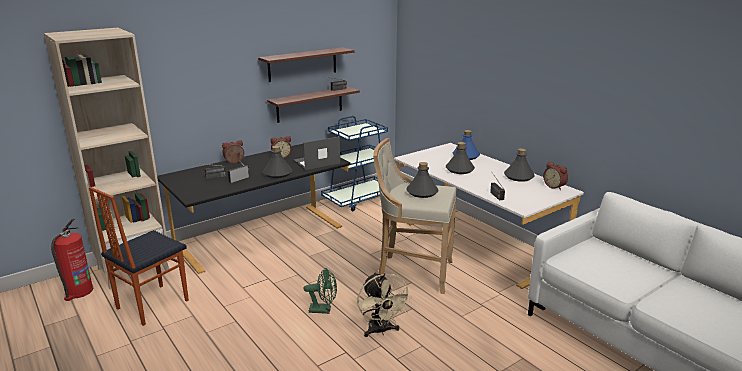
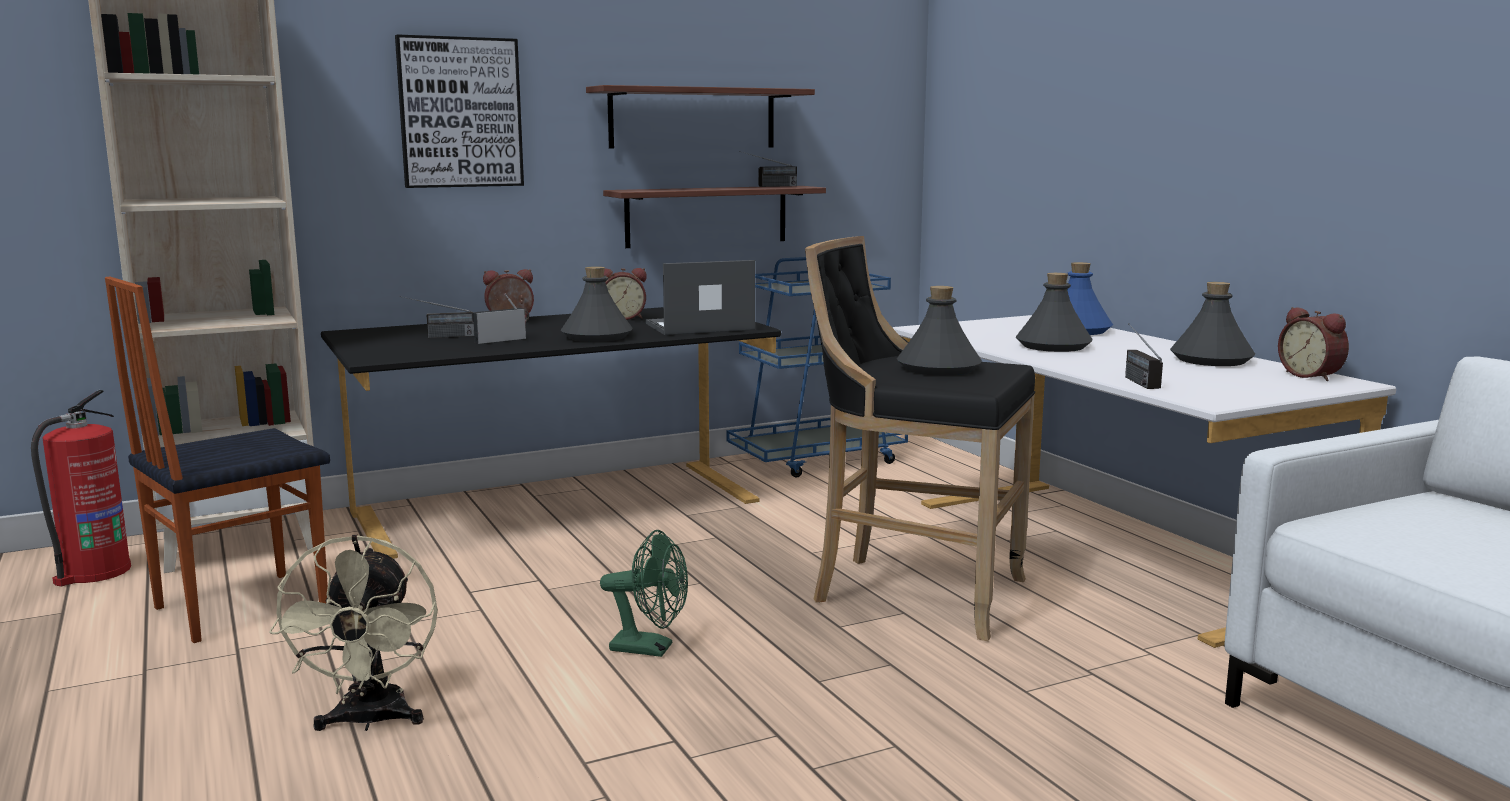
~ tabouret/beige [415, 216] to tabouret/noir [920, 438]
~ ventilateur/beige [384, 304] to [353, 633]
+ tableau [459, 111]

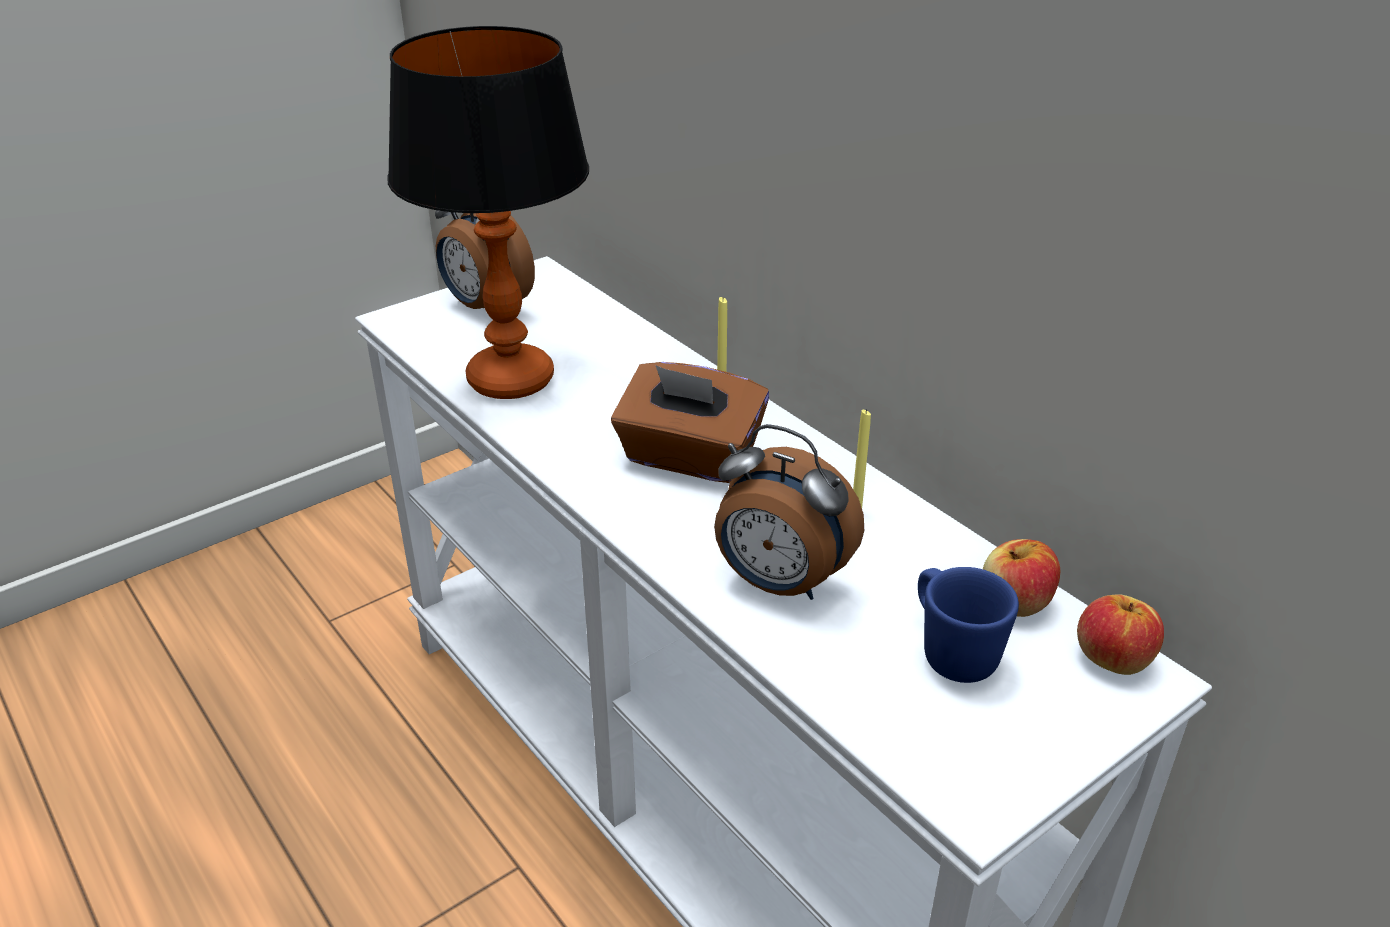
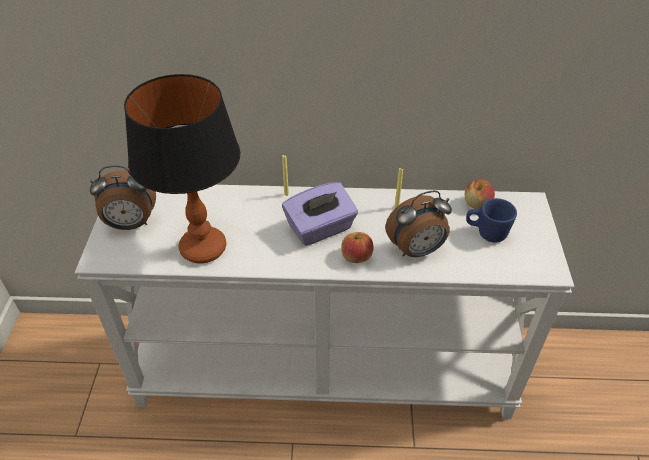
~ boîte à mouchoirs/marron [690, 422] to boîte à mouchoirs/violet [320, 214]
~ pomme [1120, 634] to [357, 247]

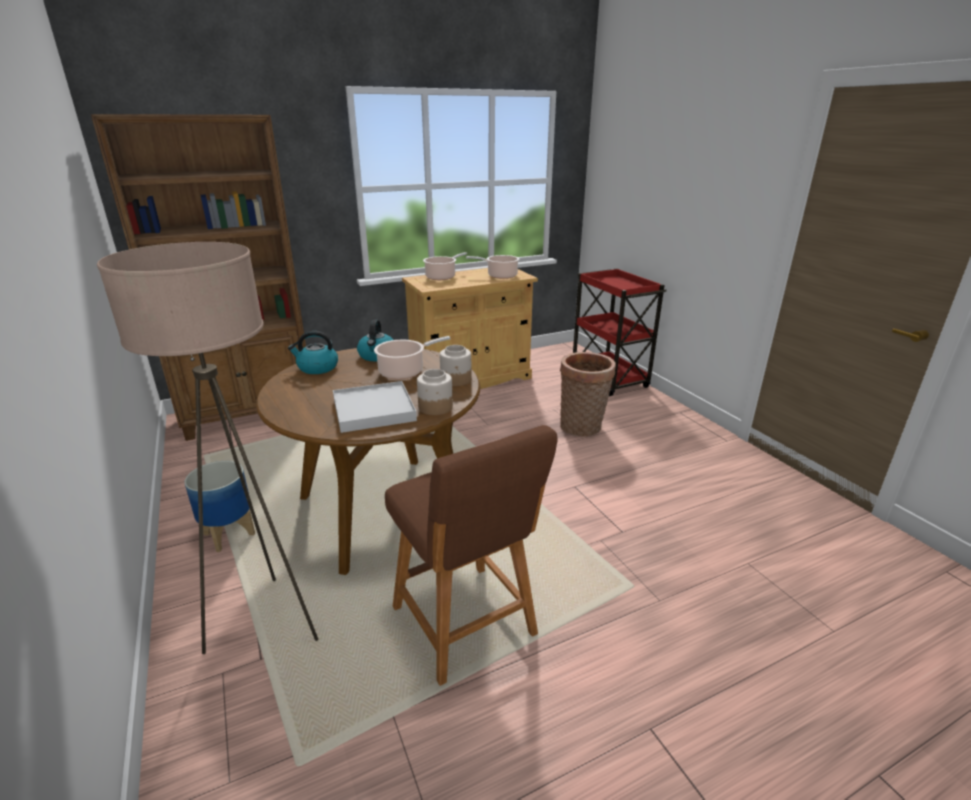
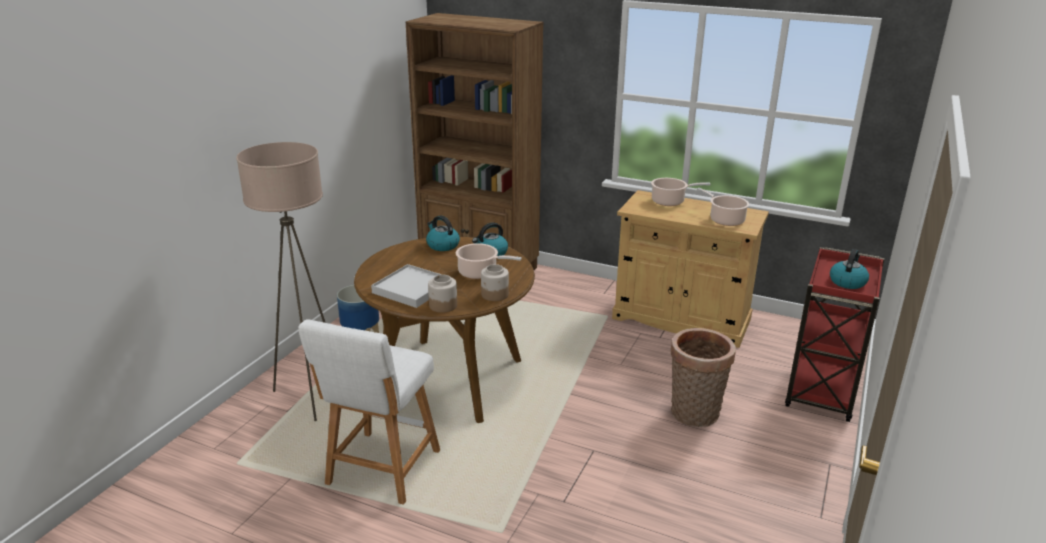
~ tabouret/marron [471, 555] to tabouret/blanc [369, 412]
+ bouilloire [849, 269]

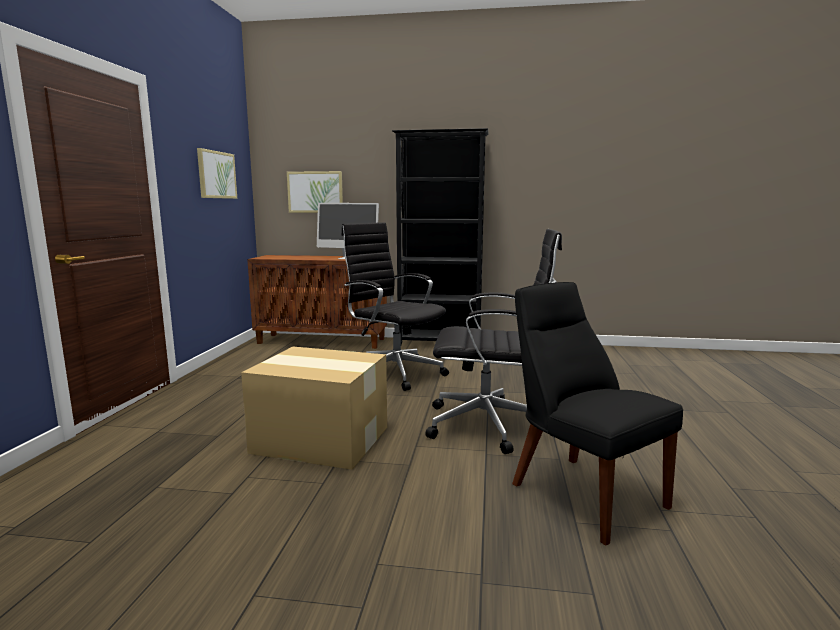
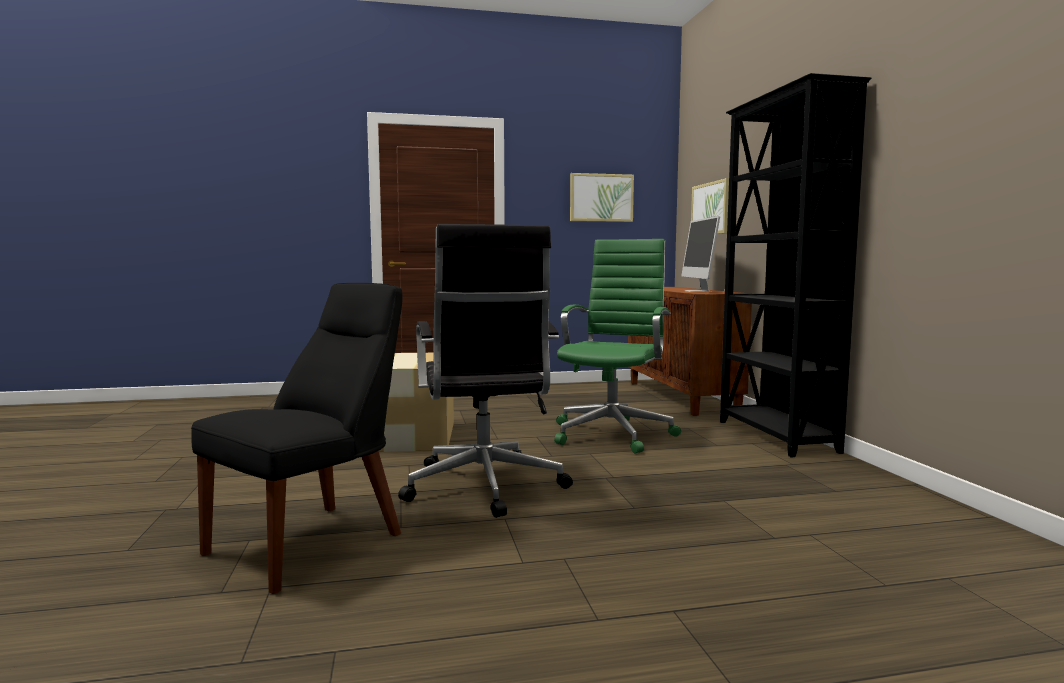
~ chaise de bureau/noir [395, 306] to chaise de bureau/vert [617, 346]

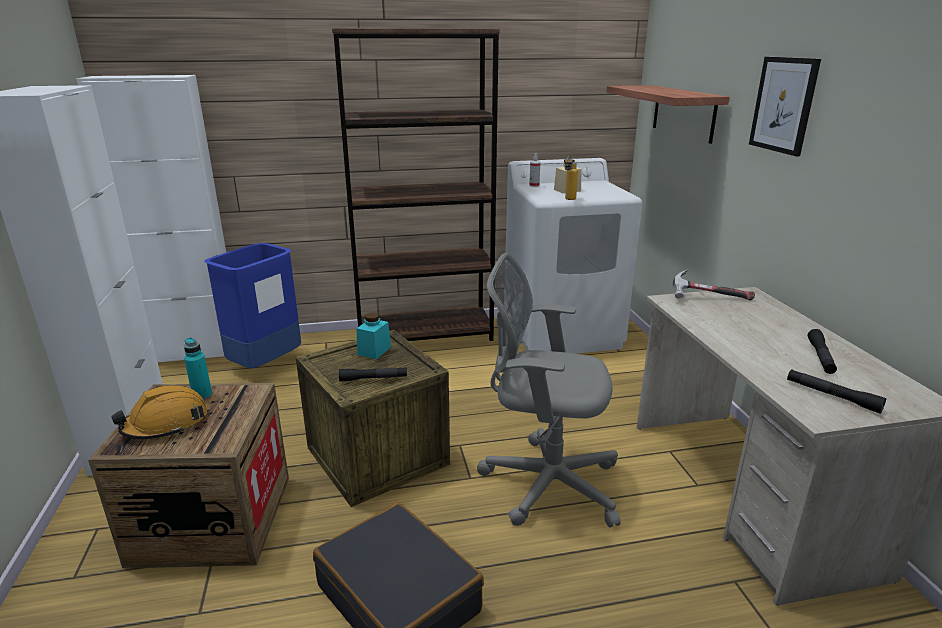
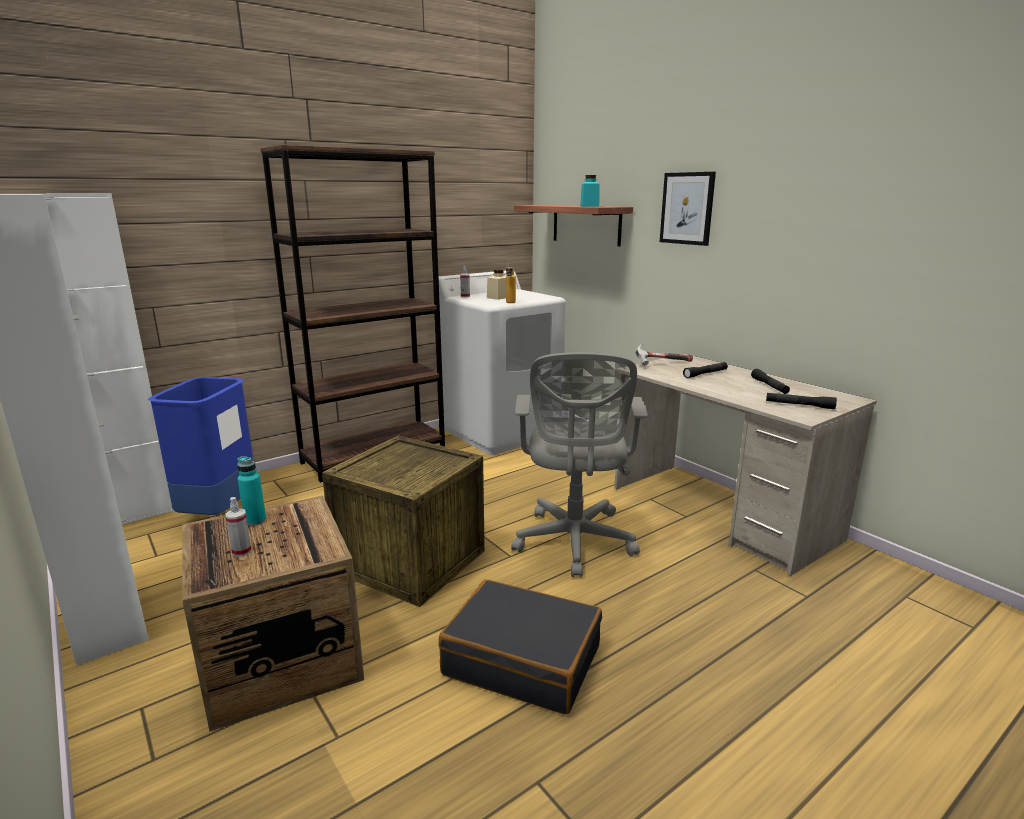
~ chaise de bureau/gris [549, 390] = [579, 465] 75 degrees counterclockwise
~ bocal/turquoise [374, 336] to [590, 191]
~ lampe de poche/noir [373, 374] to [705, 370]
~ casque de chantier/orange [159, 412] to vaporisateur [239, 527]

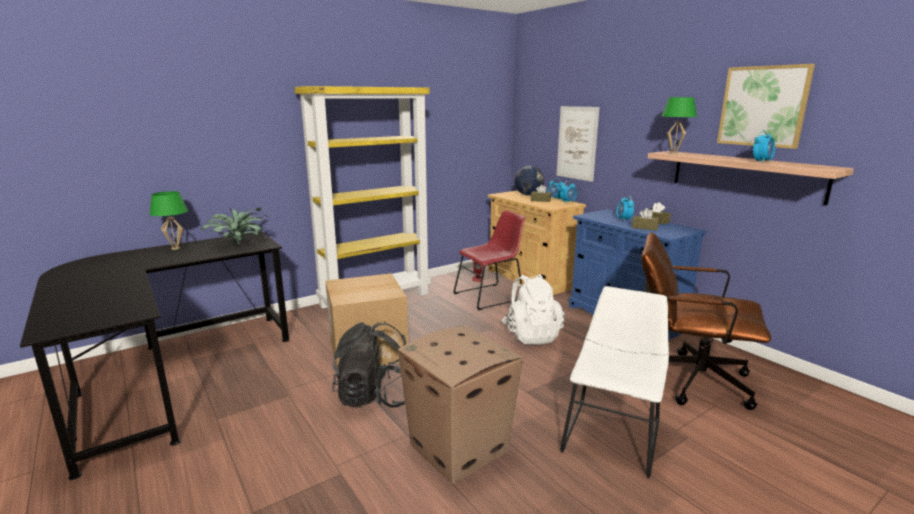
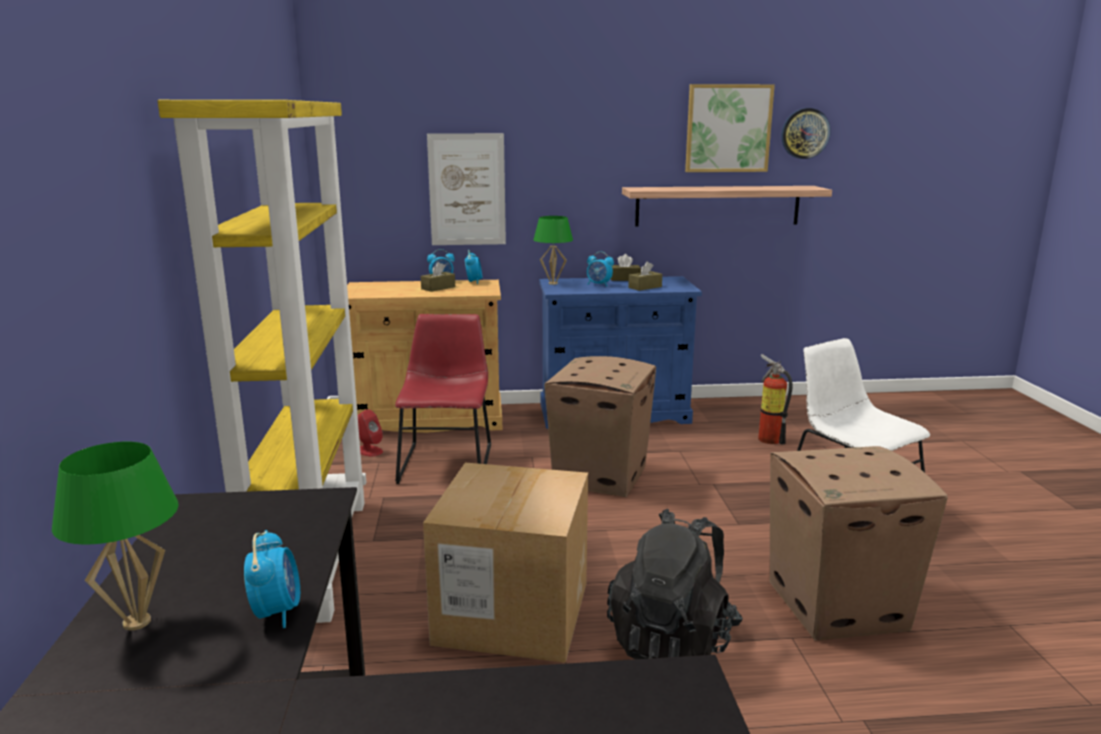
~ lampe de table/vert [679, 125] to [553, 250]
~ réveil [764, 146] to [272, 579]
- globe [529, 181]
- plante en pot [234, 226]
~ chaise de bureau/marron [706, 321] to extincteur [775, 399]
~ sac à dos/blanc [533, 309] to carton [600, 426]
+ horloge murale [806, 133]

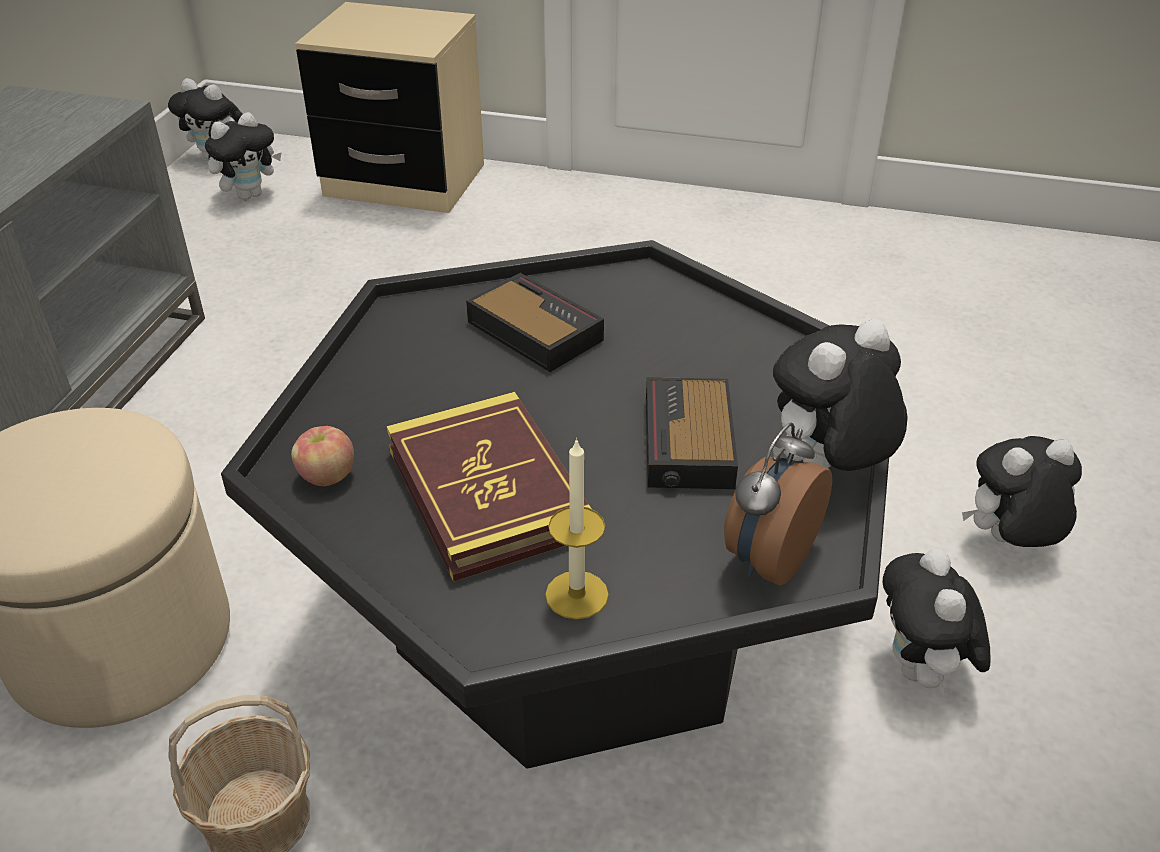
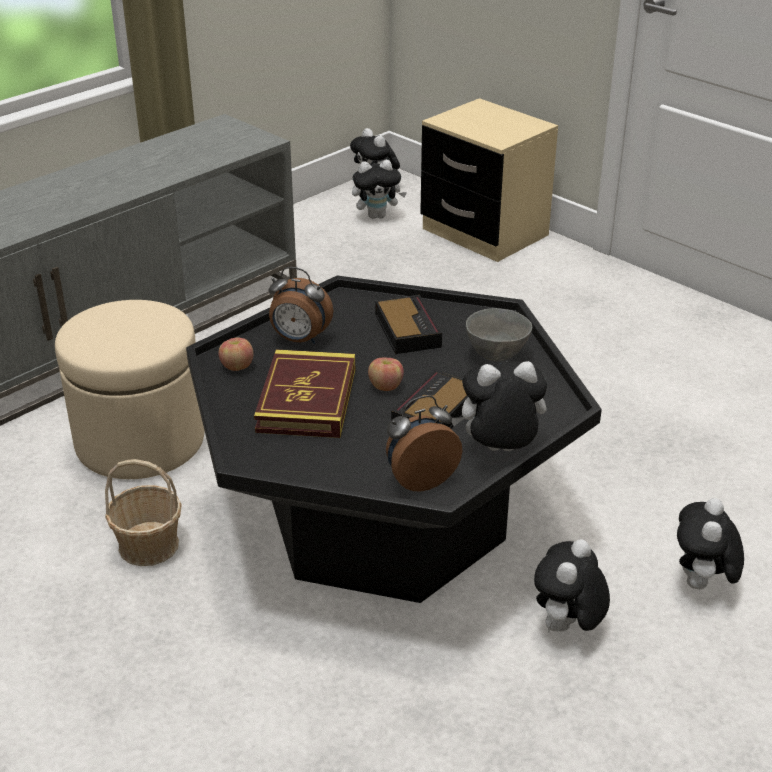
~ peluche [1022, 491] = [710, 543] 90 degrees counterclockwise
- bougie [577, 528]
+ réveil [300, 305]
+ bol/gris [499, 334]
+ pomme [386, 374]

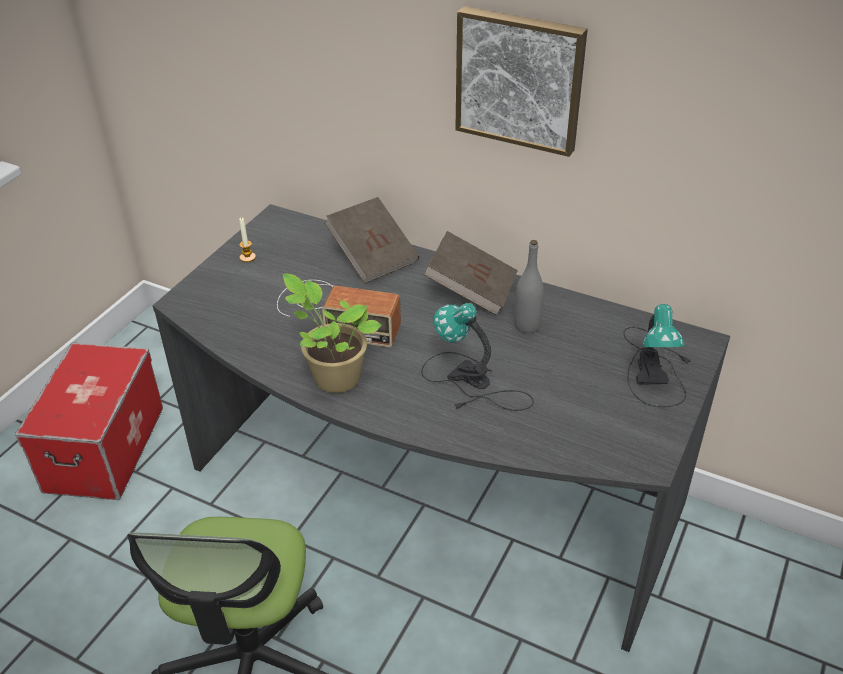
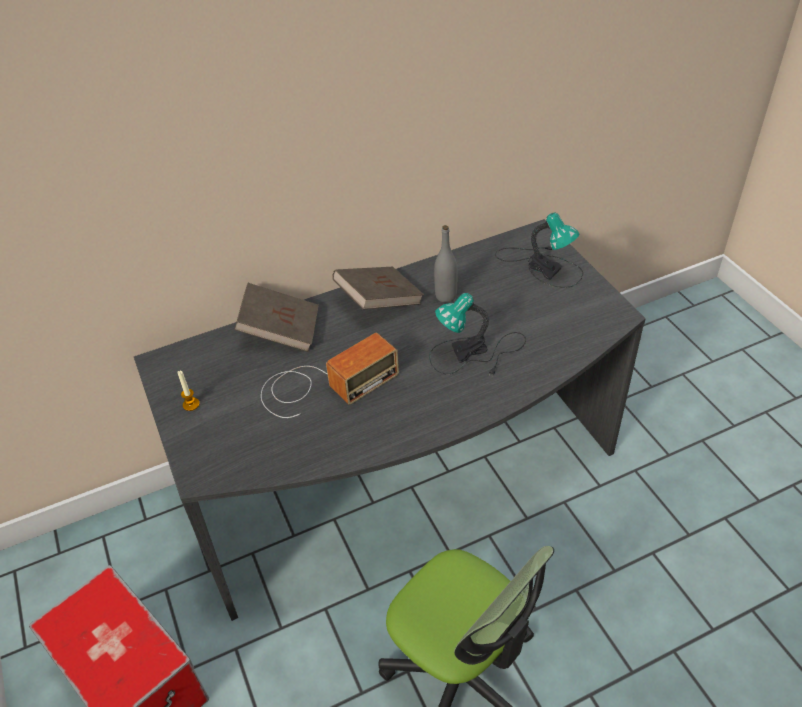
- tableau [521, 81]
- plante en pot [332, 333]

